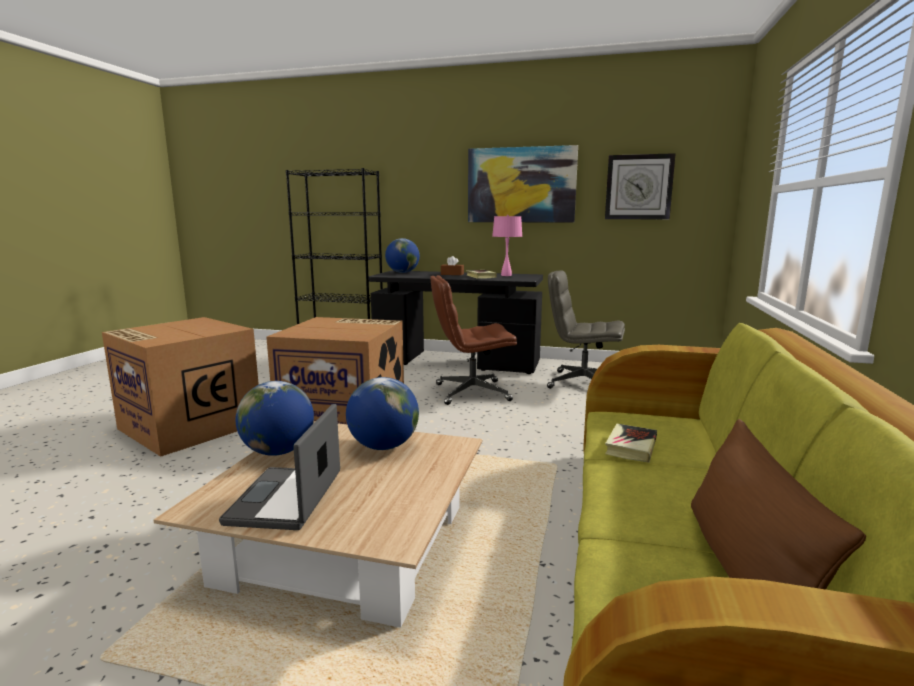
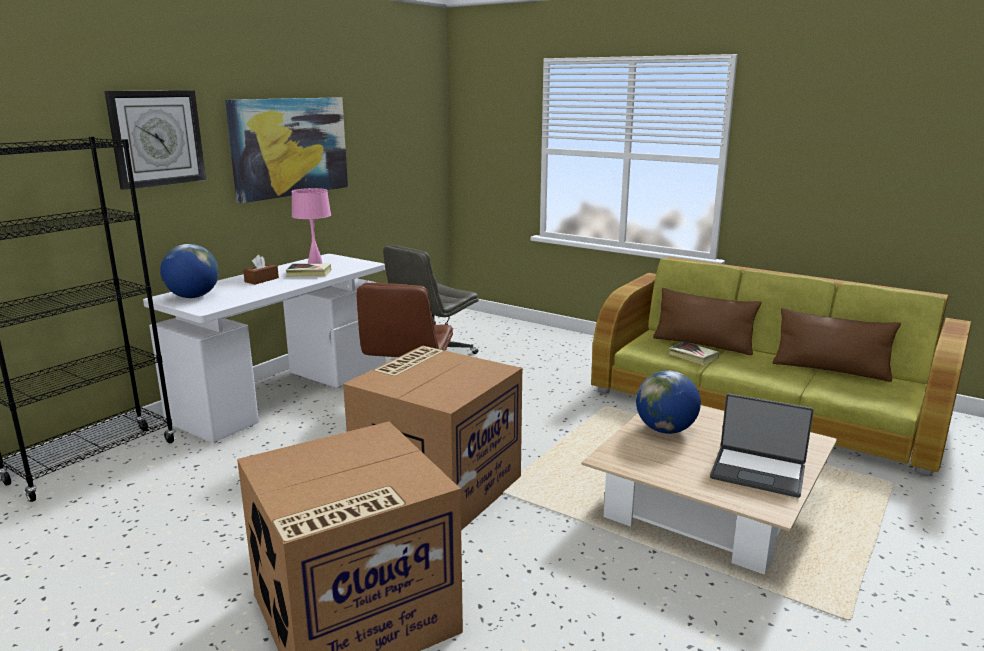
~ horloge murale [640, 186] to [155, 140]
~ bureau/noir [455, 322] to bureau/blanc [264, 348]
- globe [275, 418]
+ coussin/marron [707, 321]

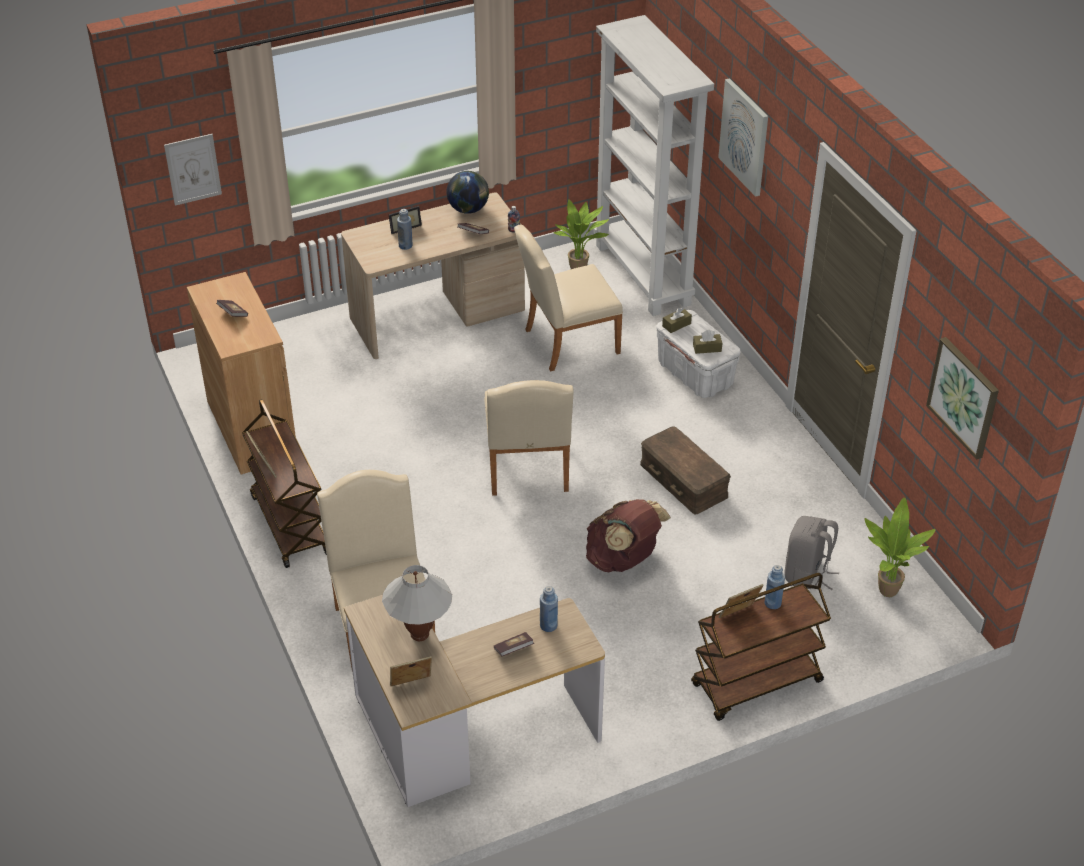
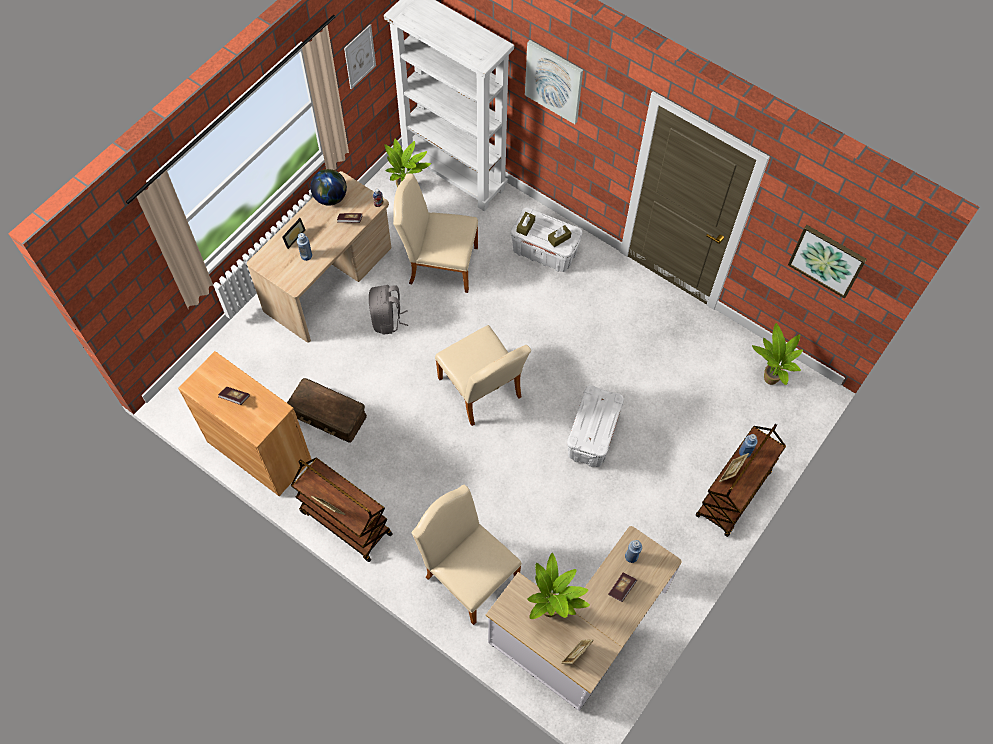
~ tableau [193, 170] to [360, 56]
~ chaise/beige [568, 298] = [435, 233] 60 degrees clockwise
~ boîte de rangement/marron [685, 470] to [327, 410]
~ sac à dos/marron [628, 535] to boîte de rangement/blanc [595, 426]
~ sac à dos/gris [811, 553] to [388, 309]
~ lampe de table/blanc [417, 603] to plante en pot [558, 586]

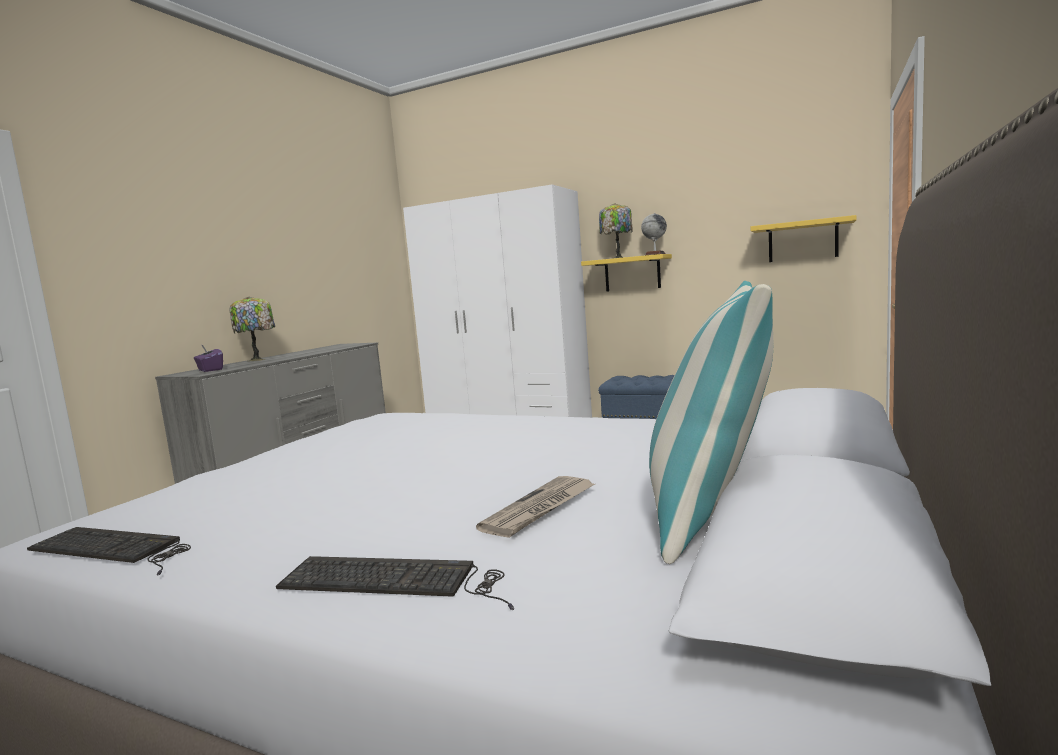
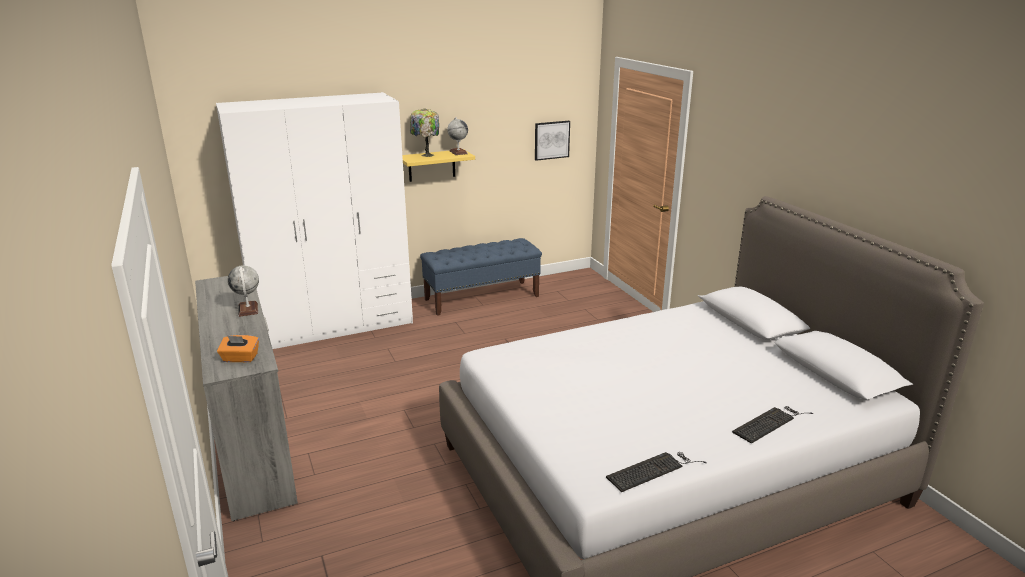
~ étagère/jaune [803, 238] to tableau [552, 141]
- coussin [711, 422]
- lampe de table [252, 329]
~ boîte à mouchoirs/violet [208, 358] to boîte à mouchoirs/orange [238, 348]
- journal [535, 507]
+ globe [243, 291]

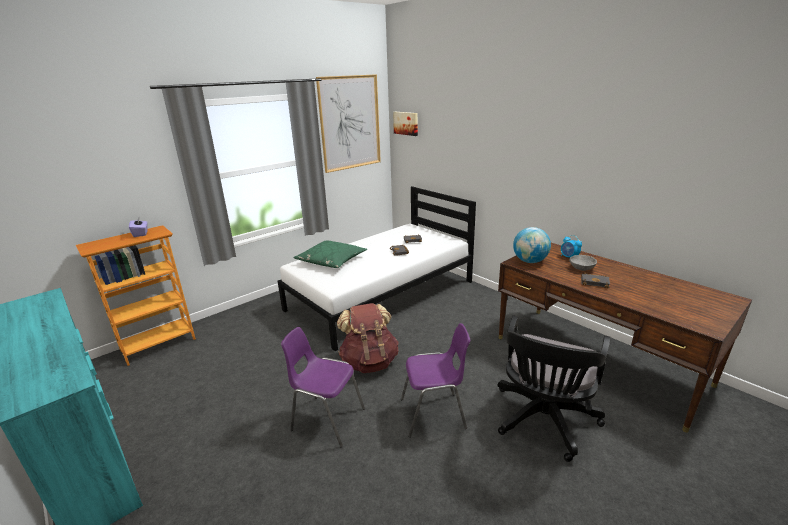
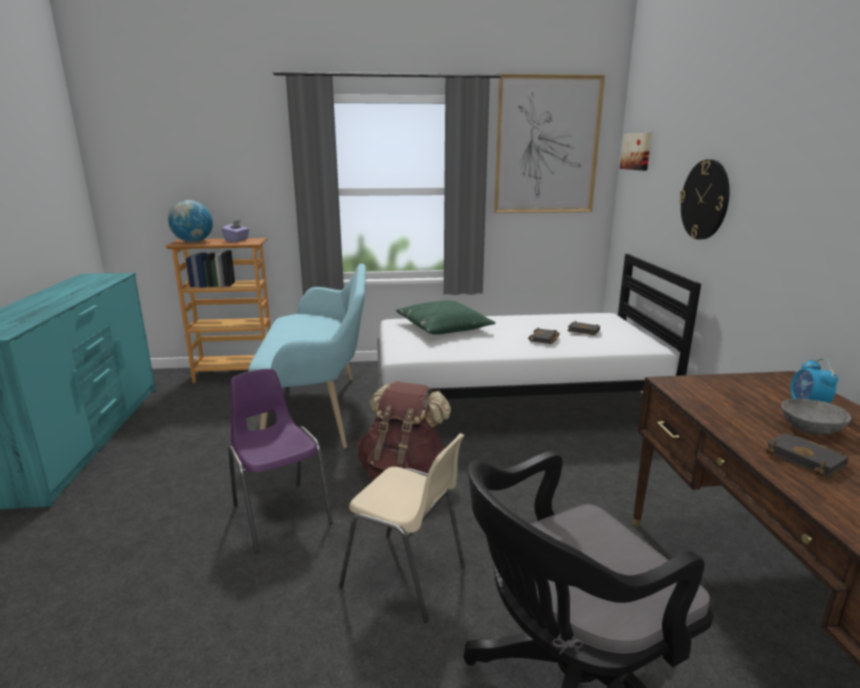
~ globe [532, 245] to [190, 221]
~ chaise/violet [435, 380] to chaise/beige [402, 528]
+ horloge murale [704, 199]
+ banc/turquoise [307, 356]

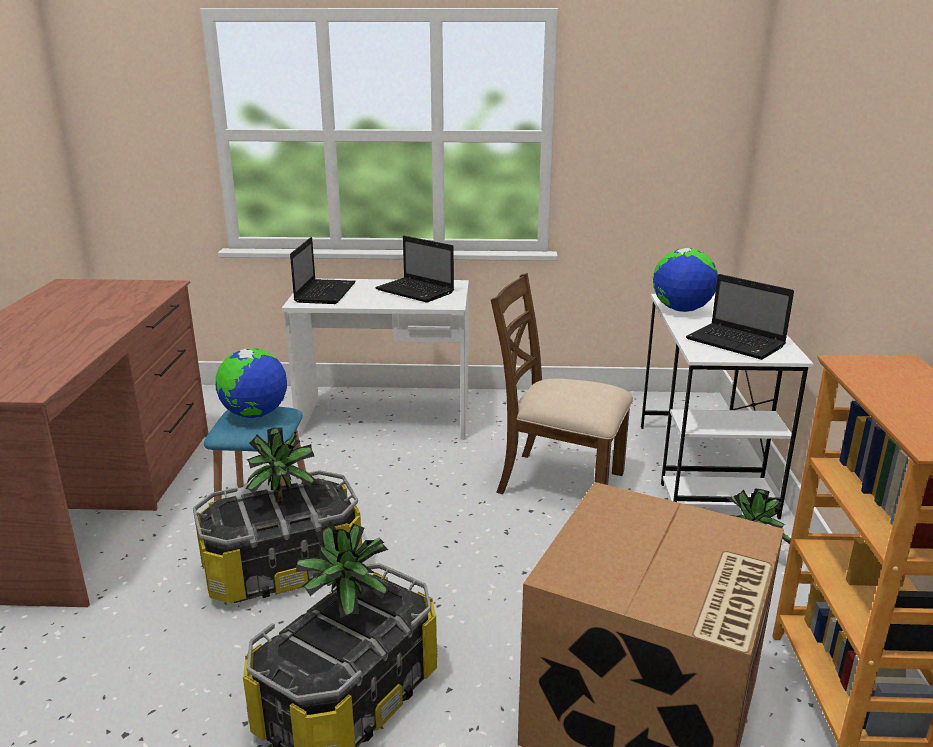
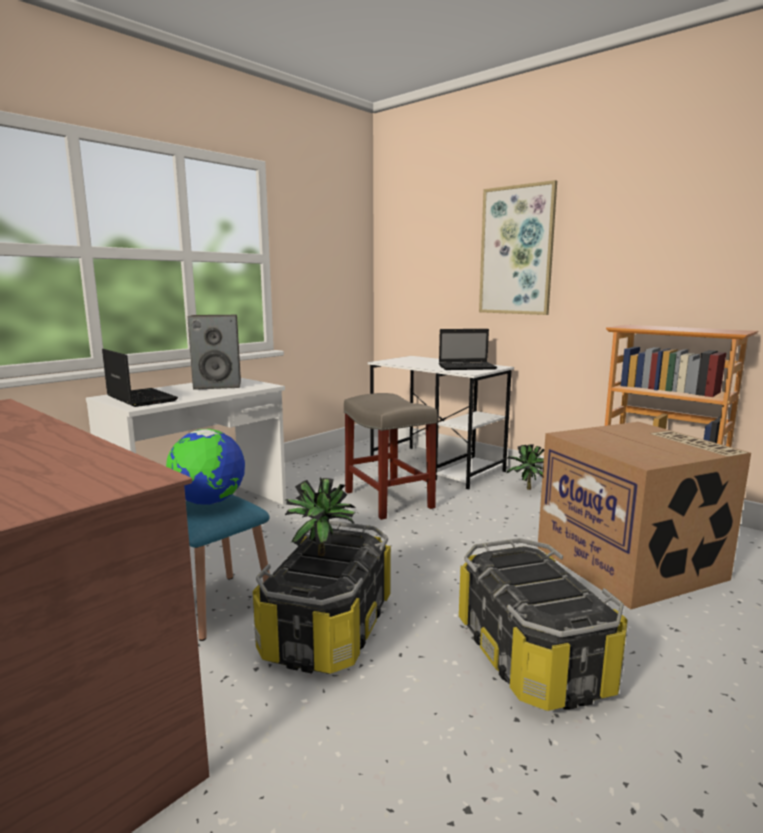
~ ordinateur portable [414, 269] to enceinte [214, 352]
- globe [685, 280]
~ chaise/marron [562, 383] to tabouret/beige [391, 456]
- plante en pot [342, 570]
+ tableau [518, 247]

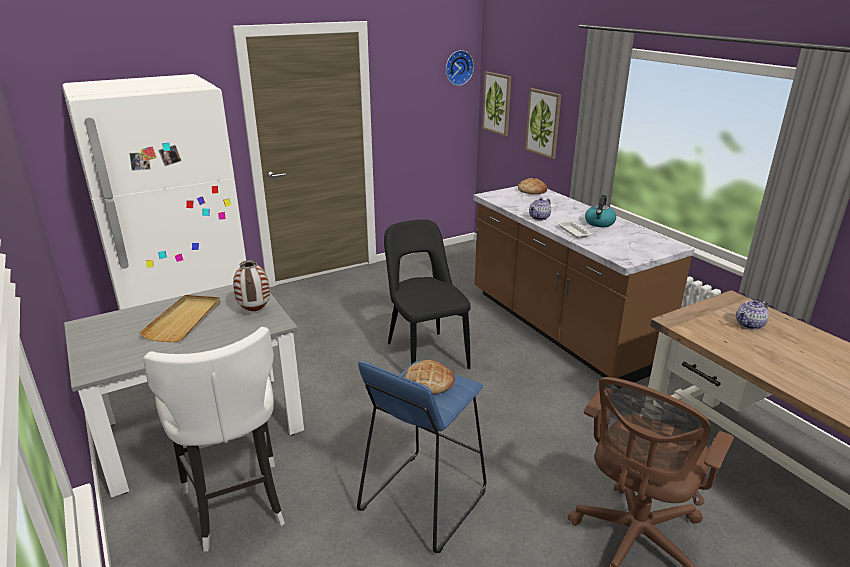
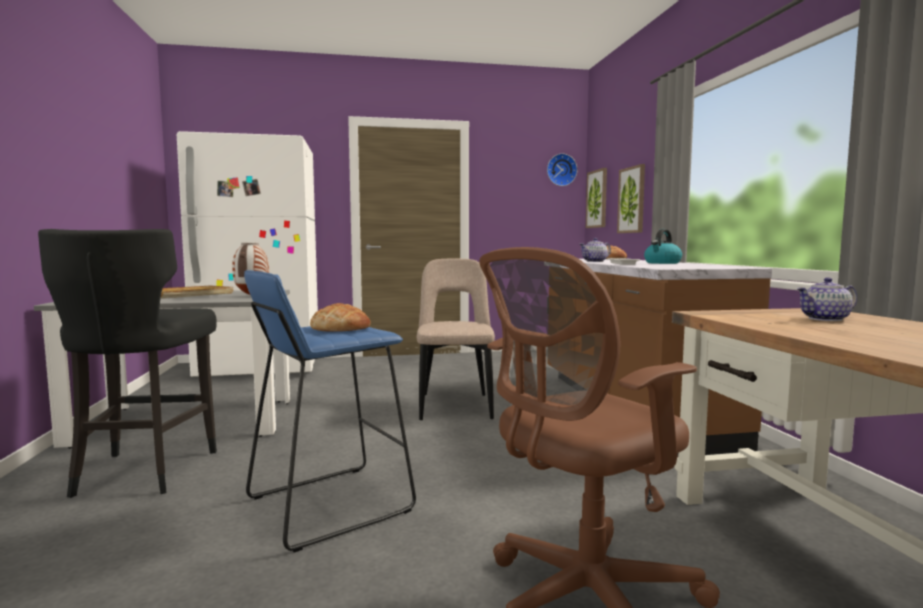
~ chaise/noir [427, 294] to chaise/beige [456, 339]
~ tabouret/blanc [214, 439] to tabouret/noir [127, 363]

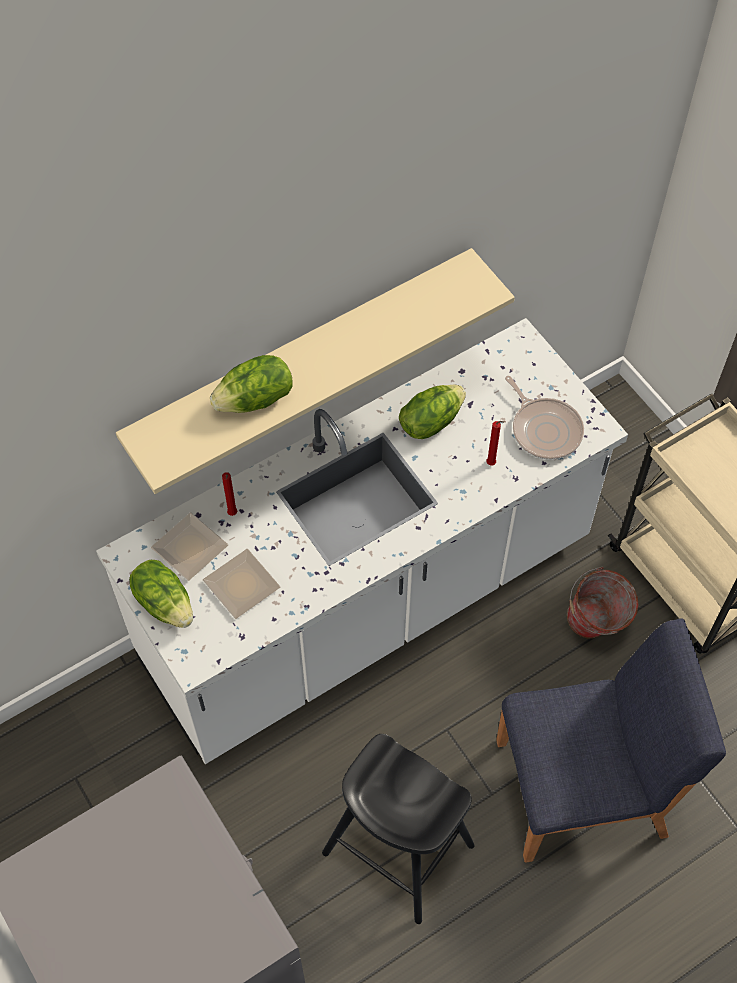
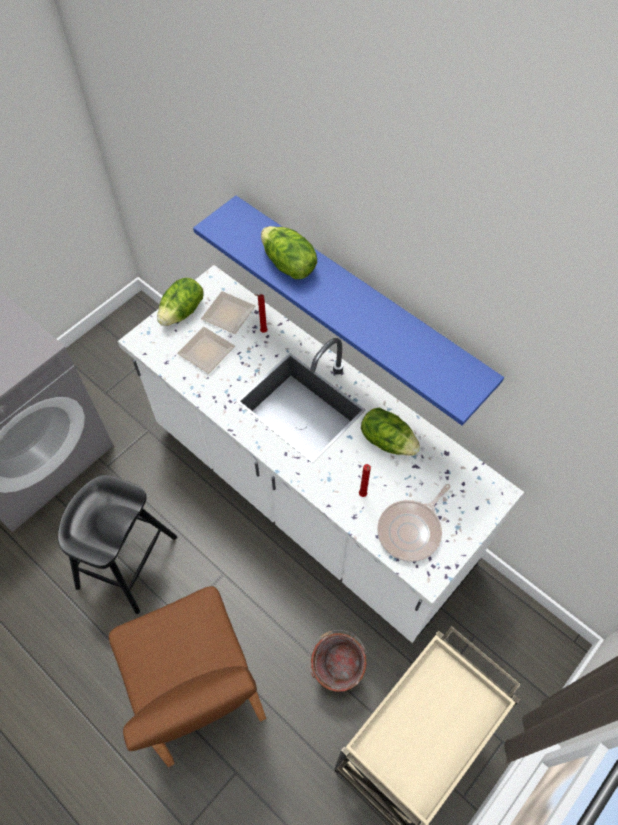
~ étagère/beige [315, 371] to étagère/bleu [348, 310]
~ chaise/bleu [611, 740] to chaise/marron [187, 676]

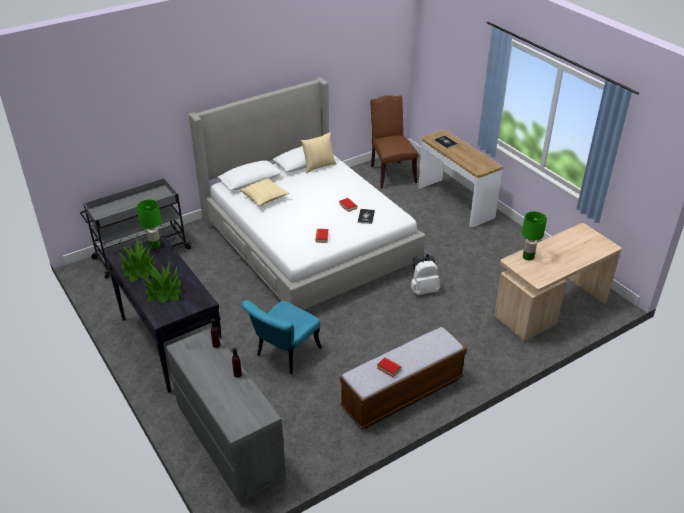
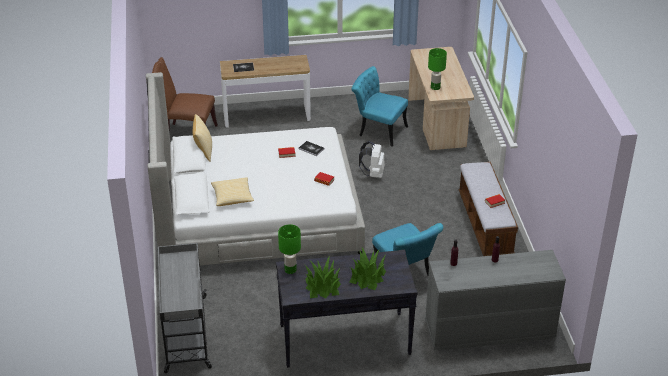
+ chaise/turquoise [379, 106]

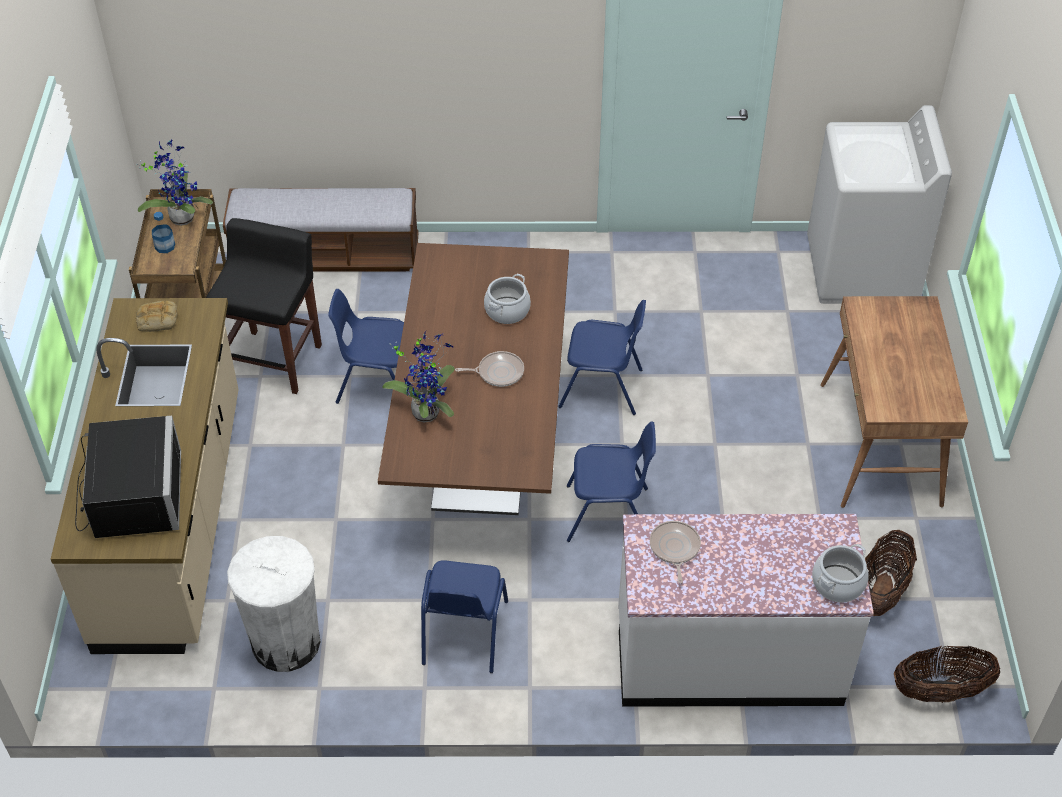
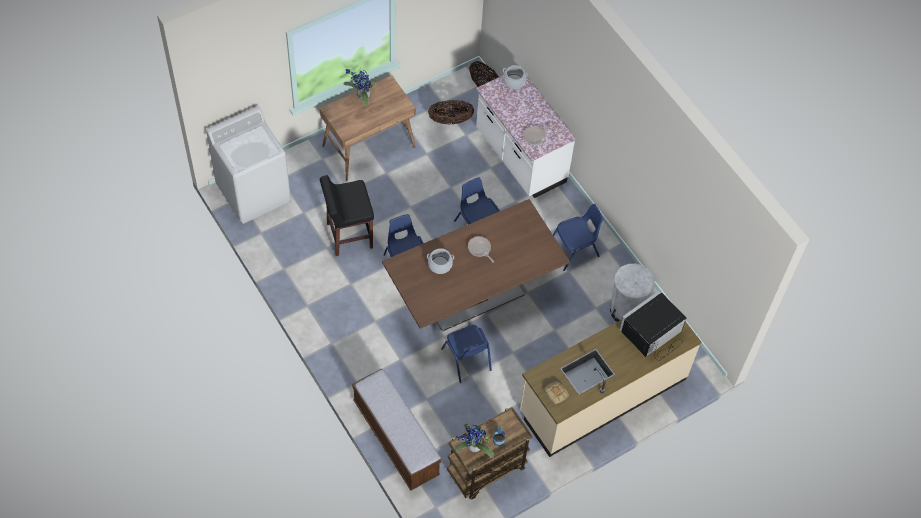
~ tabouret/noir [264, 306] to [347, 215]
~ plante en pot [418, 376] to [360, 87]

